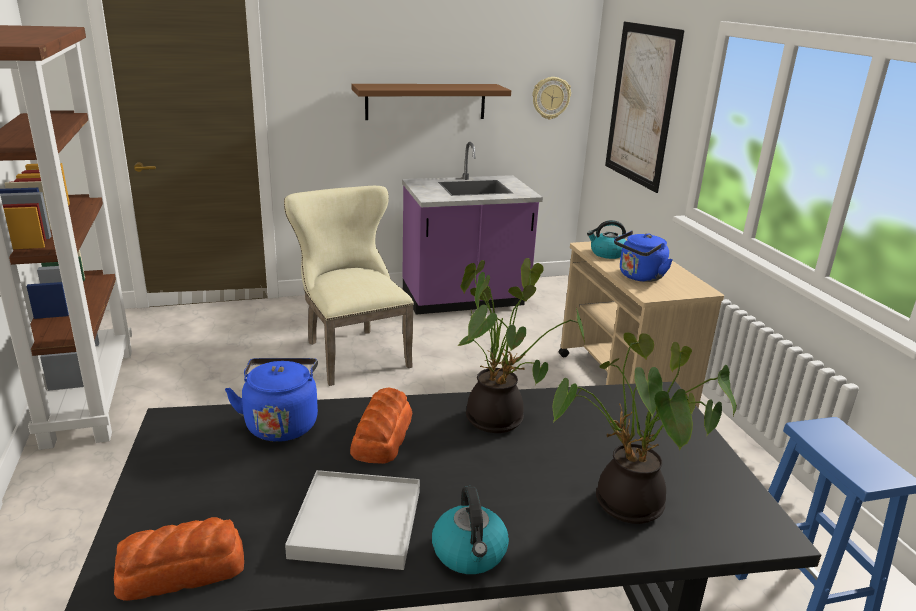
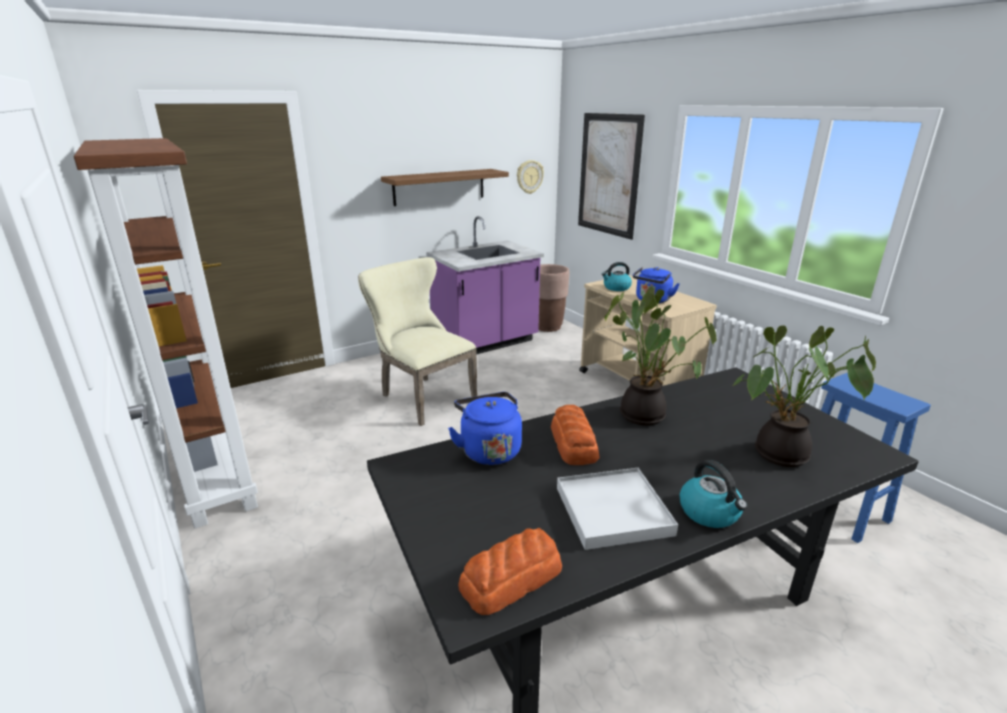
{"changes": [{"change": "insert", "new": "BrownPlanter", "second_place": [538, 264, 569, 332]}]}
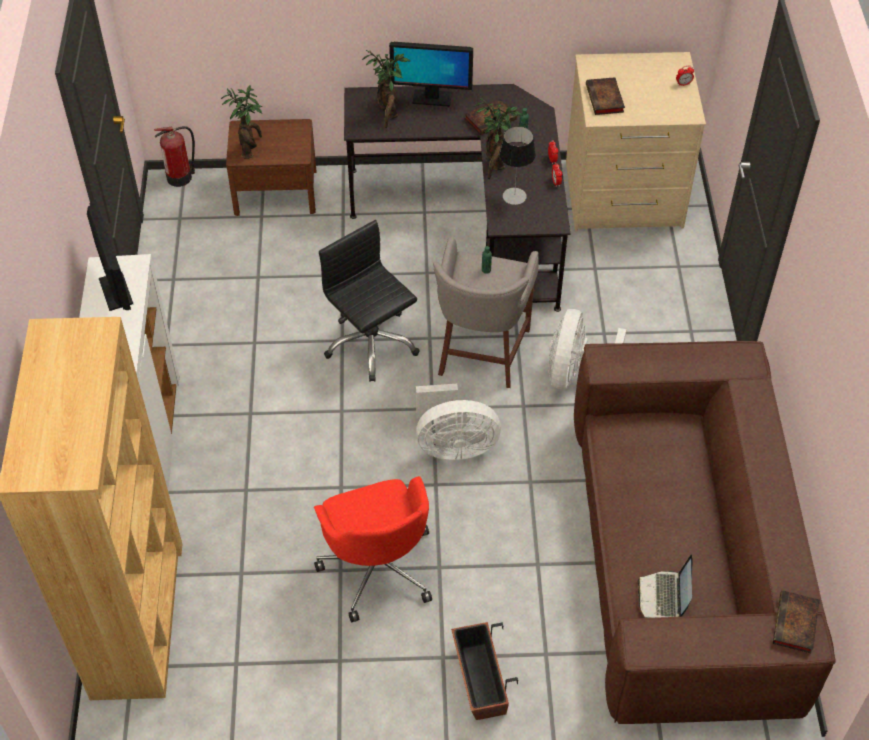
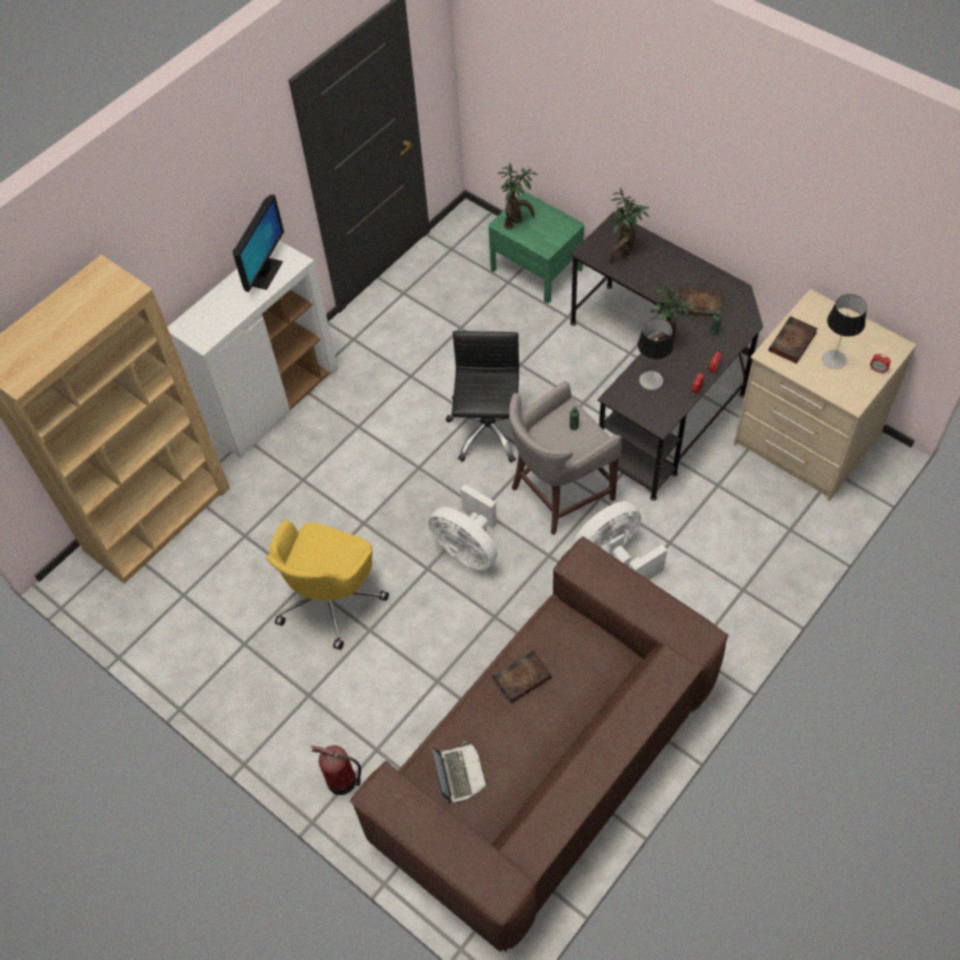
{"changes": [{"change": "delete", "old": "Monitor", "first_place": [389, 42, 473, 107]}, {"change": "delete", "old": "Planter", "first_place": [451, 622, 518, 720]}, {"change": "insert", "new": "TableLamp", "second_place": [822, 294, 867, 369]}, {"change": "move", "old": "FireExtinguisher", "first_place": [154, 126, 195, 187], "second_place": [311, 745, 361, 795]}, {"change": "move", "old": "Book", "first_place": [773, 590, 820, 653], "second_place": [492, 650, 552, 704]}, {"change": "recolor", "old": "BrownNightstand", "new": "GreenNightstand", "first_place": [226, 119, 317, 216], "second_place": [488, 192, 584, 303]}, {"change": "recolor", "old": "RedOfficeChair", "new": "YellowOfficeChair", "first_place": [314, 476, 432, 623], "second_place": [266, 520, 389, 650]}, {"change": "rotate", "old": "Laptop", "first_place": [638, 555, 693, 618], "second_place": [432, 741, 487, 803], "degrees": 120}]}
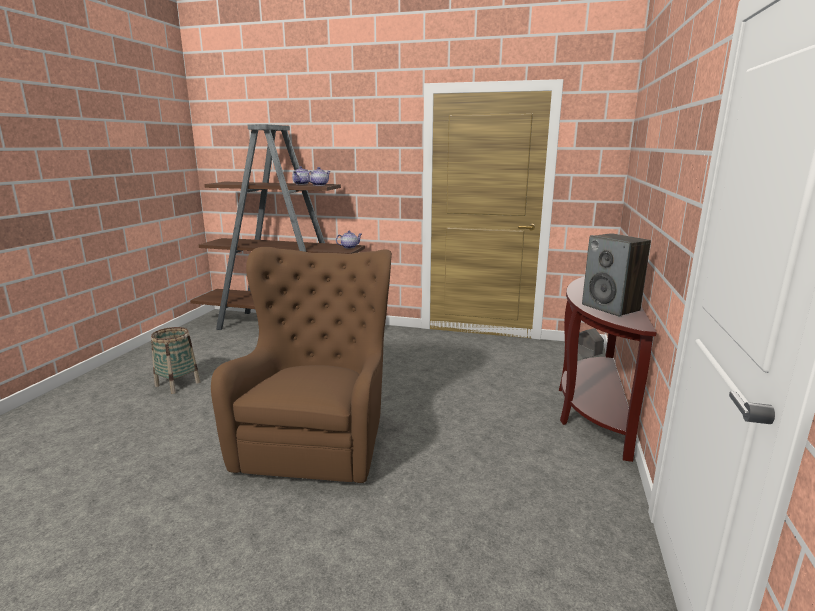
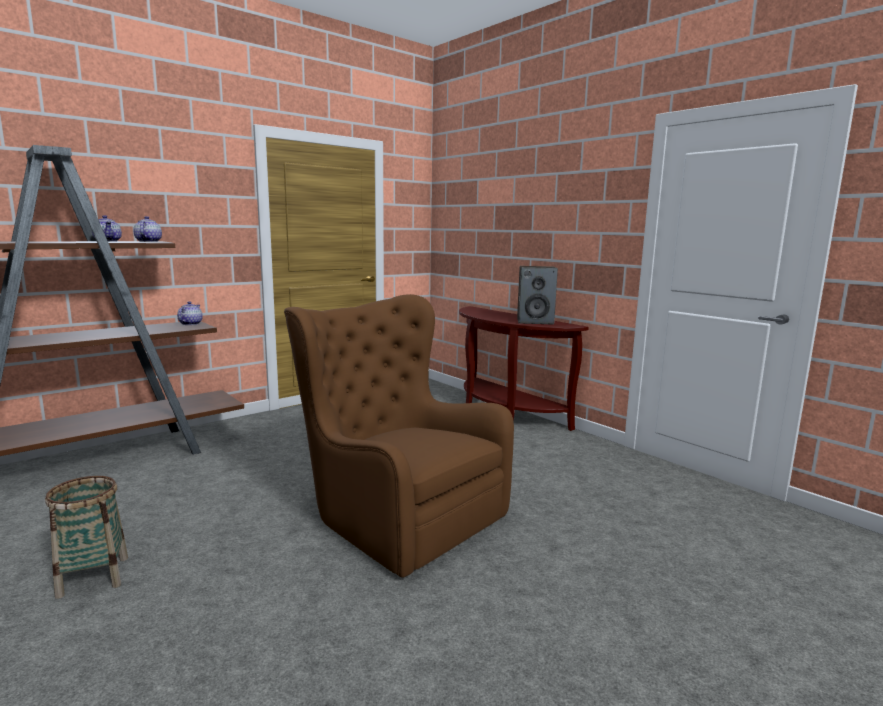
{"changes": [{"change": "delete", "old": "GreyPlanter", "first_place": [578, 328, 604, 359]}]}
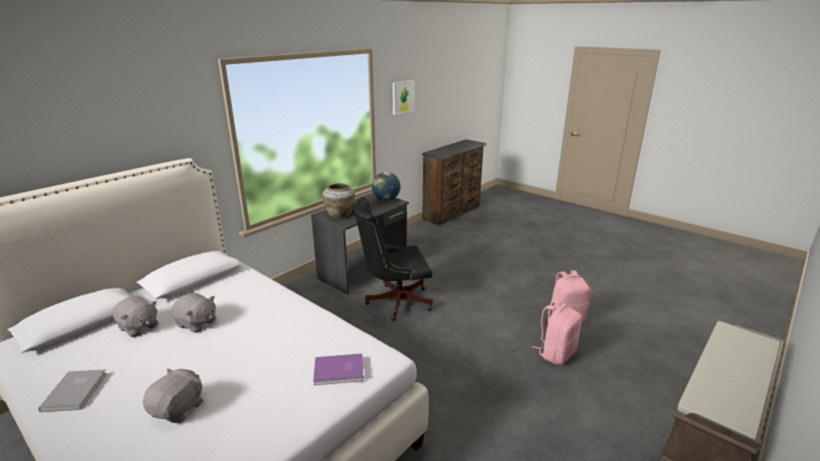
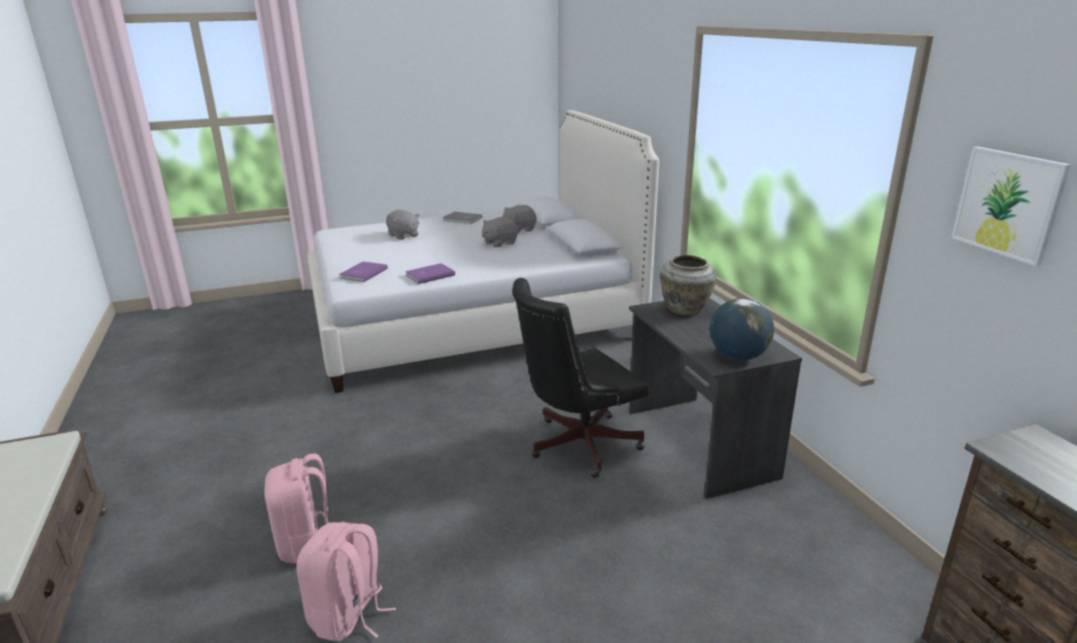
{"changes": [{"change": "insert", "new": "PurpleBook", "second_place": [405, 263, 455, 284]}, {"change": "rotate", "old": "BlackOfficeChair", "first_place": [353, 197, 433, 321], "second_place": [512, 278, 648, 478], "degrees": -135}]}
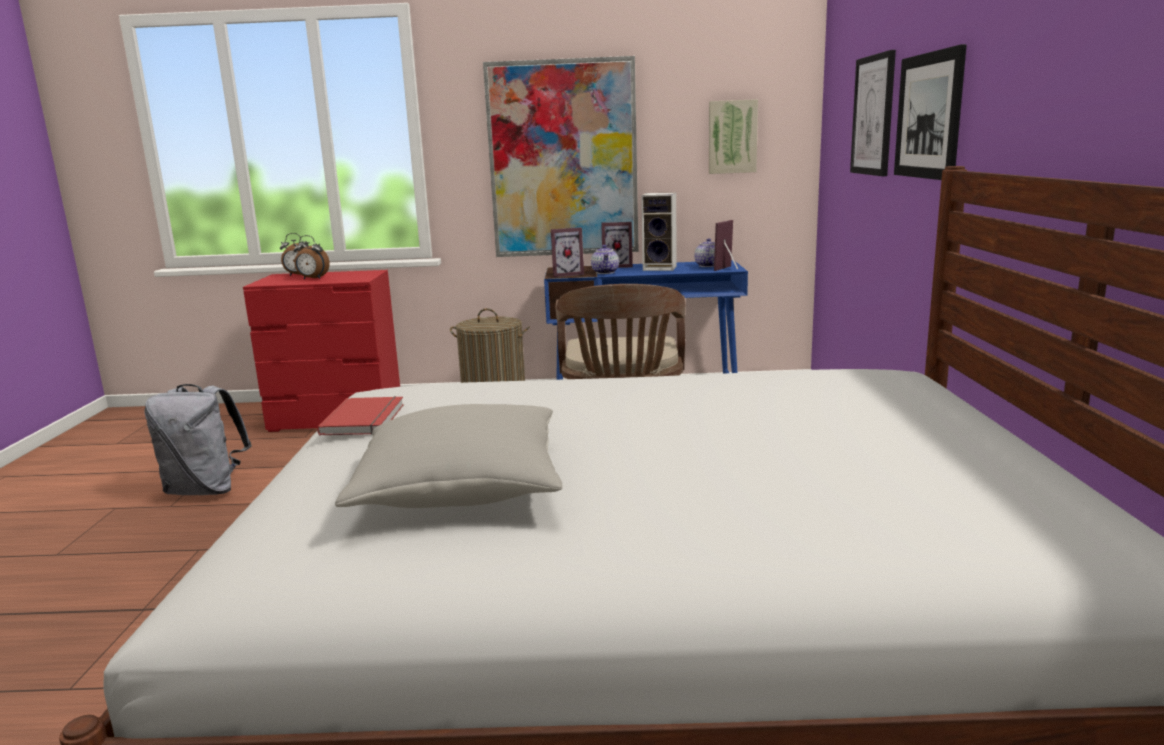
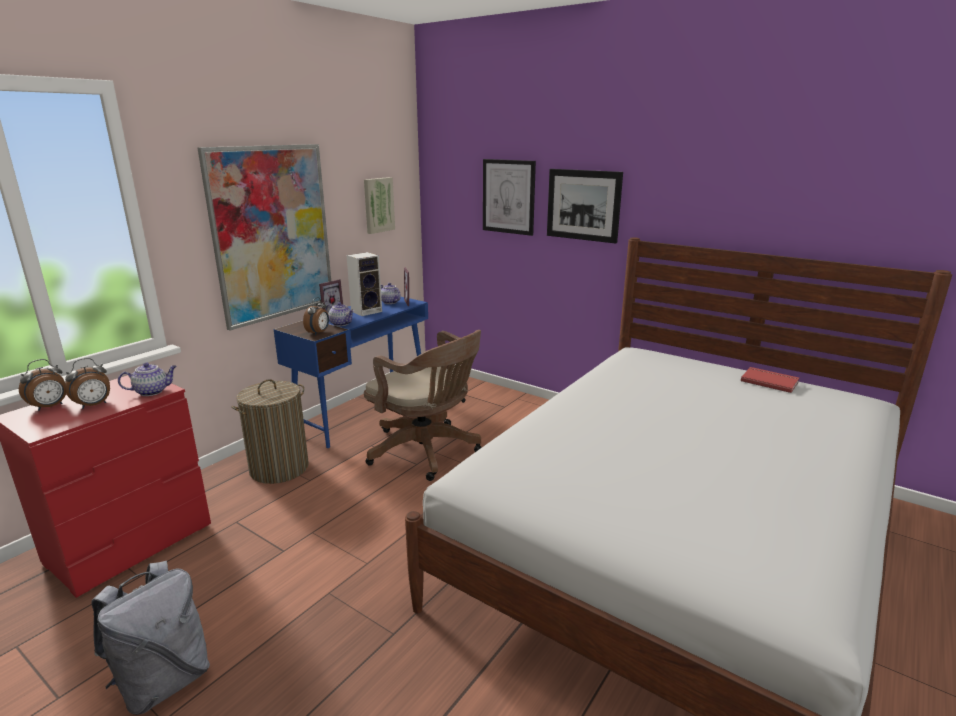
{"changes": [{"change": "delete", "old": "GreyPillow", "first_place": [335, 404, 562, 508]}, {"change": "insert", "new": "Teapot", "second_place": [118, 363, 177, 396]}, {"change": "move", "old": "RedBook", "first_place": [317, 396, 404, 435], "second_place": [741, 367, 799, 393]}, {"change": "replace", "old": "PictureFrame", "new": "AlarmClock", "first_place": [551, 227, 584, 277], "second_place": [303, 297, 329, 335]}]}
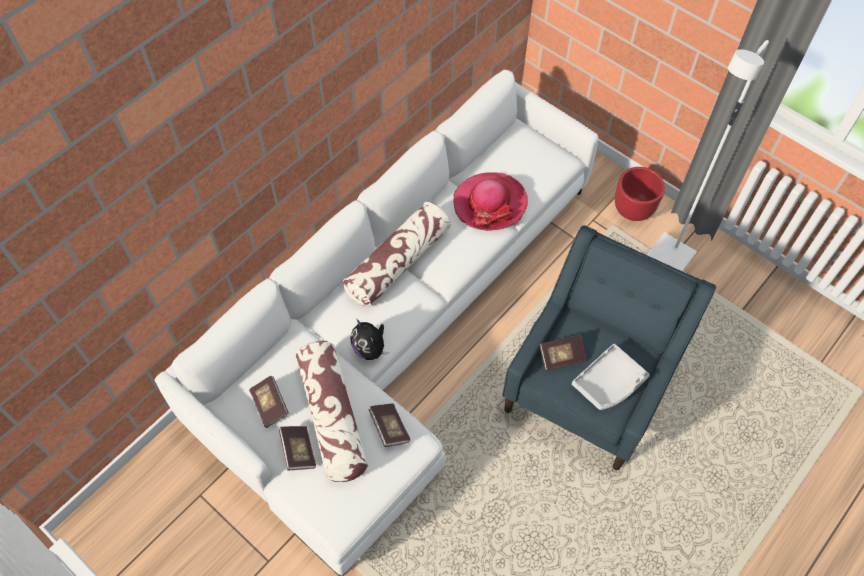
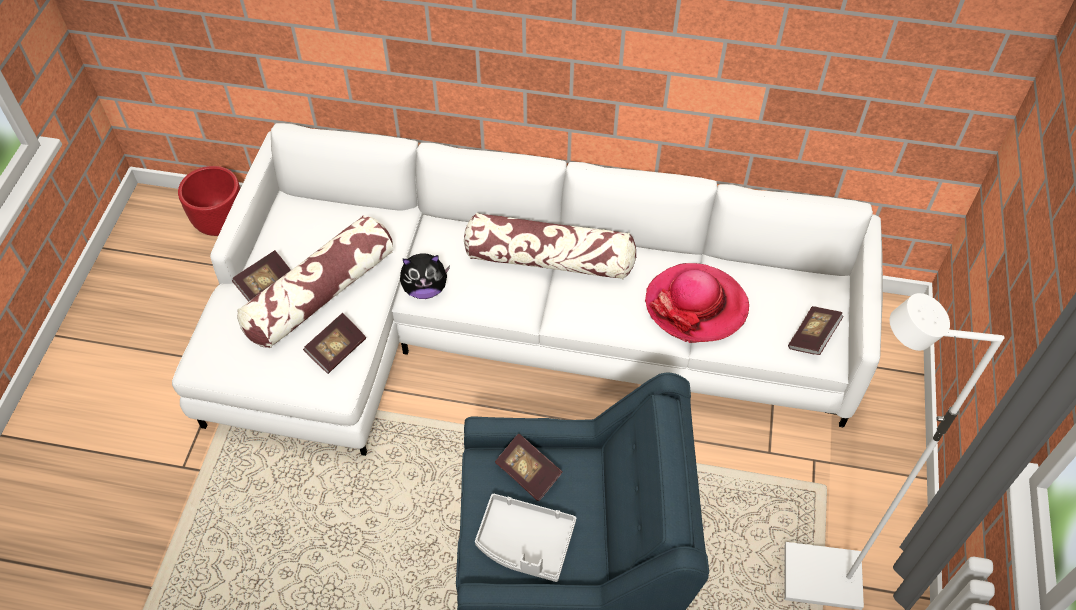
{"changes": [{"change": "move", "old": "Book", "first_place": [249, 376, 289, 428], "second_place": [788, 306, 844, 355]}, {"change": "move", "old": "RedPlanter", "first_place": [615, 167, 665, 221], "second_place": [178, 166, 240, 236]}, {"change": "rotate", "old": "PlushToy", "first_place": [350, 319, 389, 360], "second_place": [400, 254, 450, 299], "degrees": -120}]}
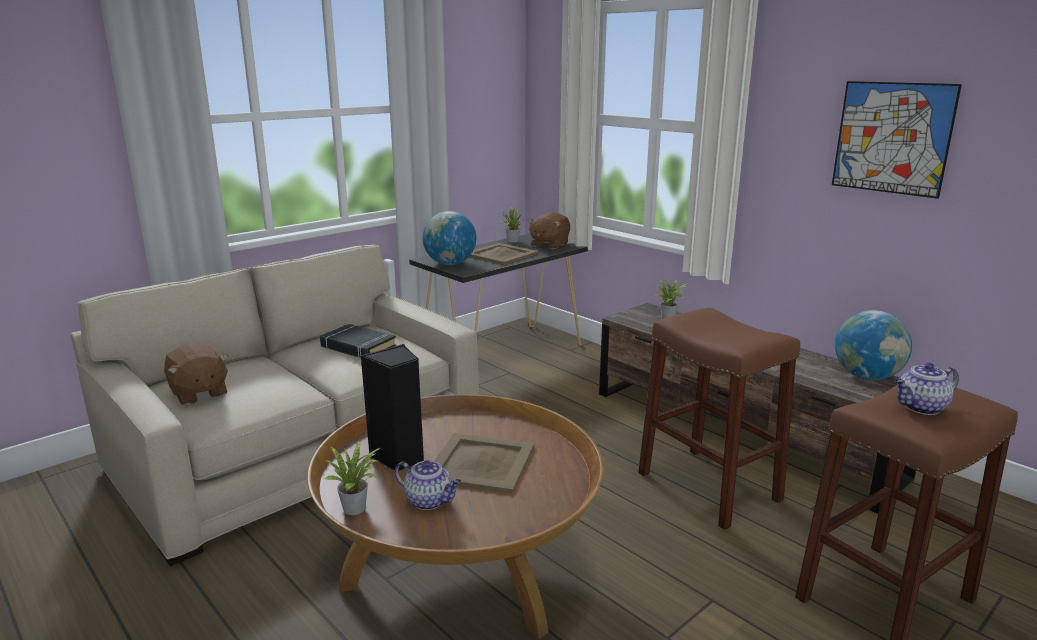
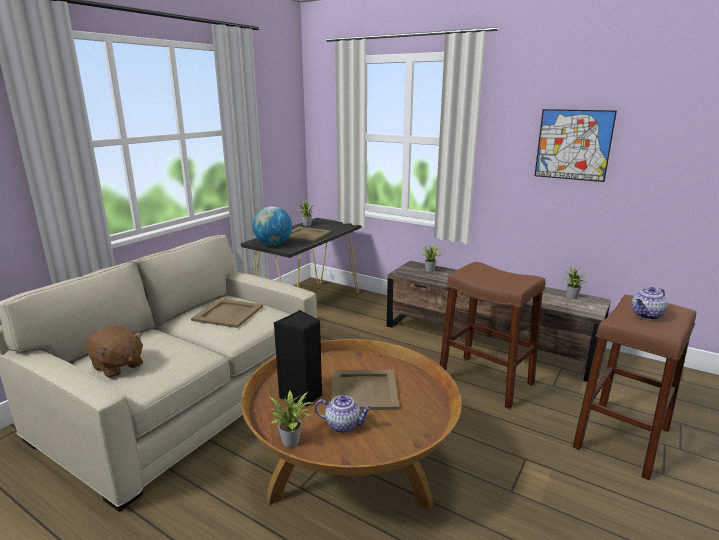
{"changes": [{"change": "delete", "old": "BrownPlushToy", "first_place": [528, 212, 570, 249]}, {"change": "replace", "old": "BlackBook", "new": "BeigeTray", "first_place": [320, 324, 396, 359], "second_place": [191, 299, 263, 328]}, {"change": "replace", "old": "Globe", "new": "PottedPlant", "first_place": [835, 310, 912, 380], "second_place": [561, 265, 591, 299]}]}
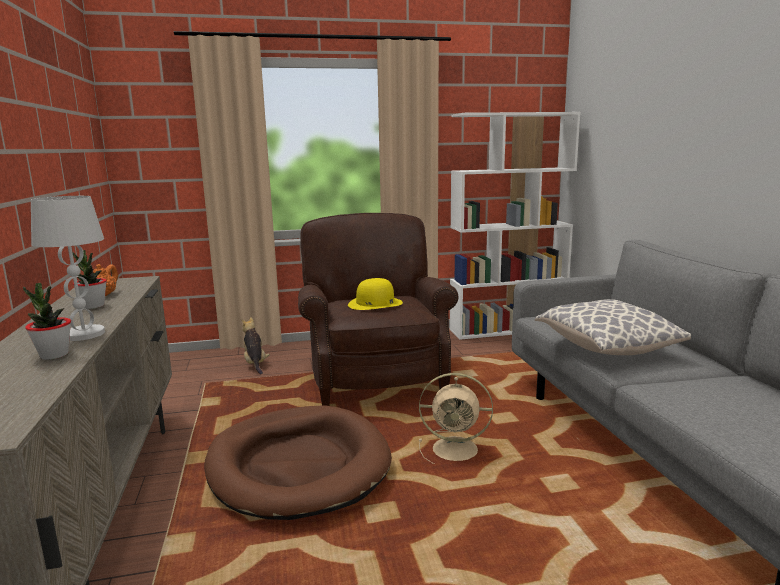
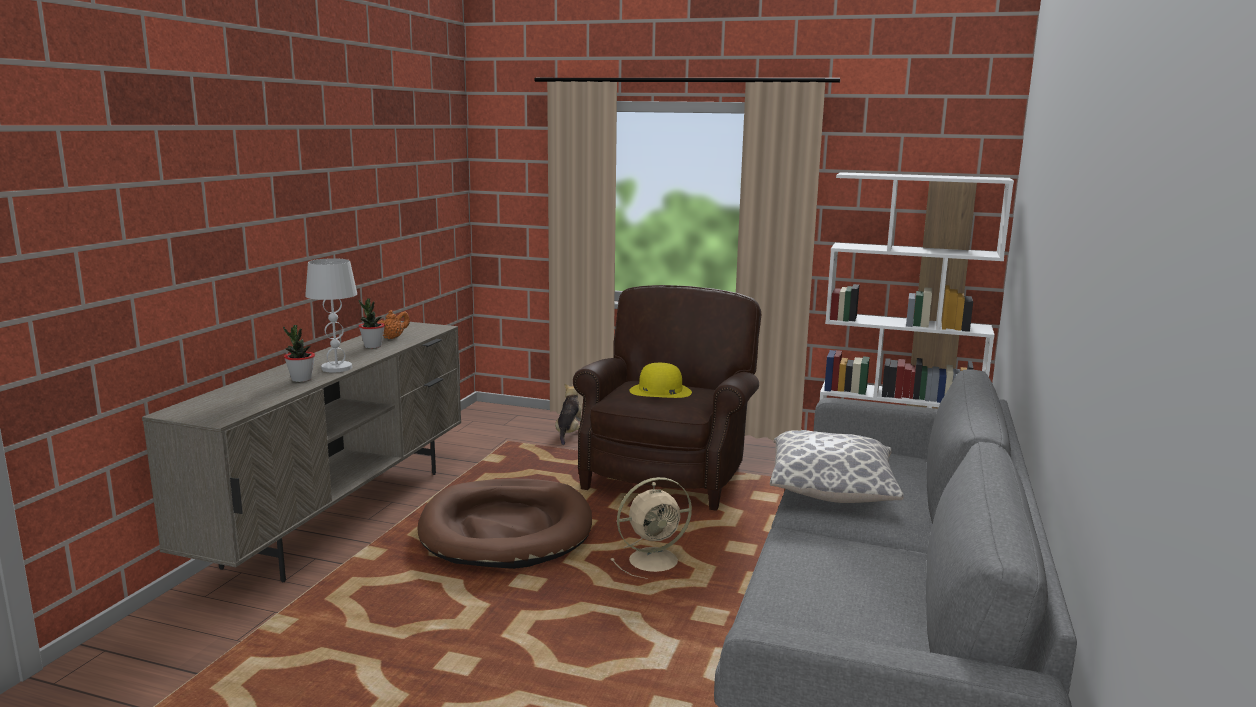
{"changes": [{"change": "rotate", "old": "BeigeFan", "first_place": [419, 373, 493, 464], "second_place": [610, 477, 692, 578], "degrees": -60}]}
